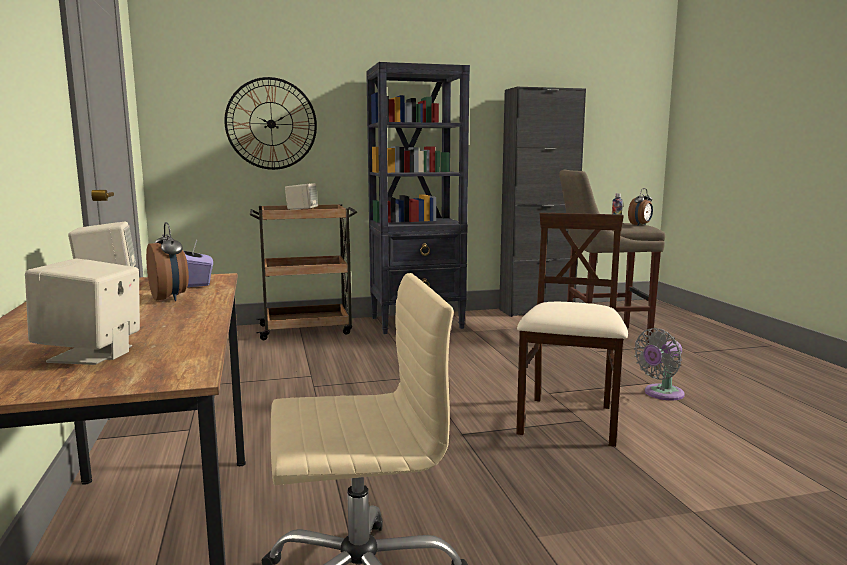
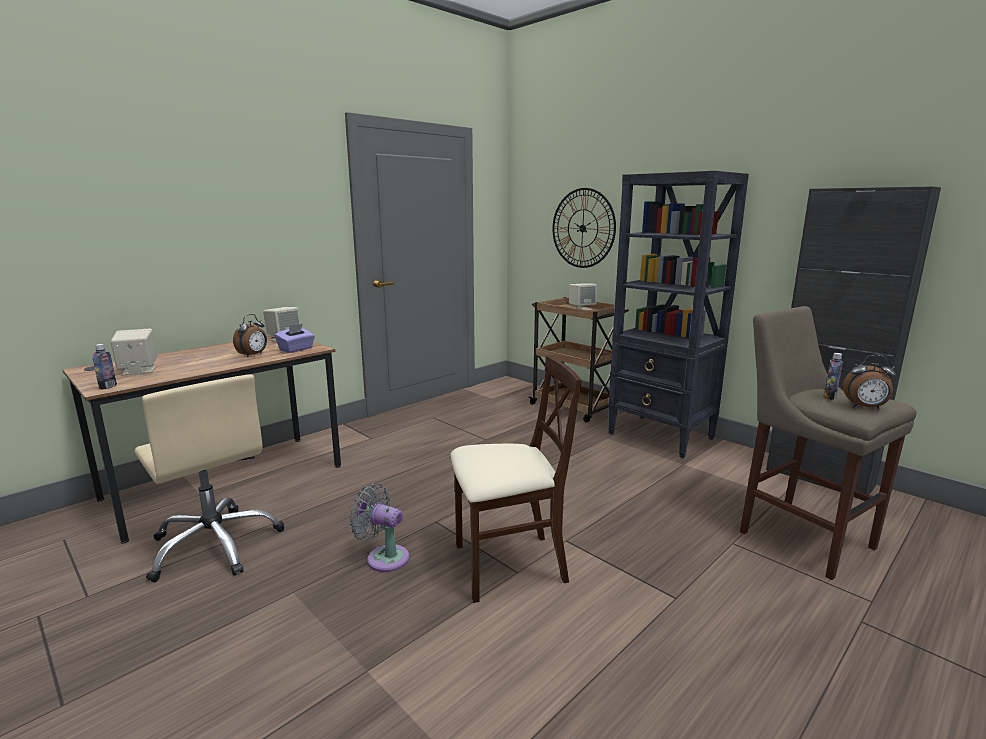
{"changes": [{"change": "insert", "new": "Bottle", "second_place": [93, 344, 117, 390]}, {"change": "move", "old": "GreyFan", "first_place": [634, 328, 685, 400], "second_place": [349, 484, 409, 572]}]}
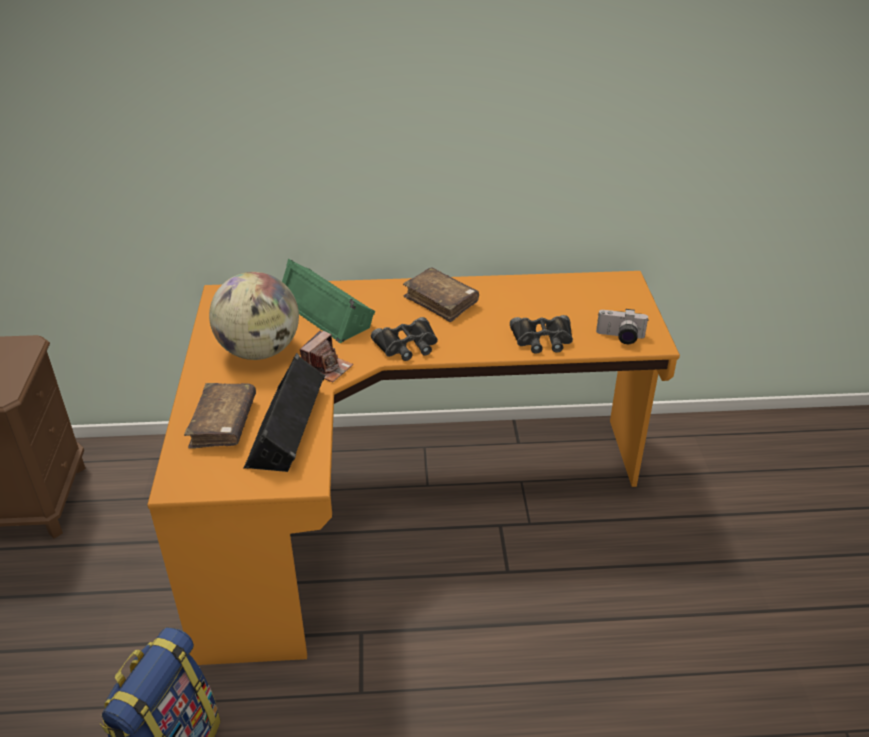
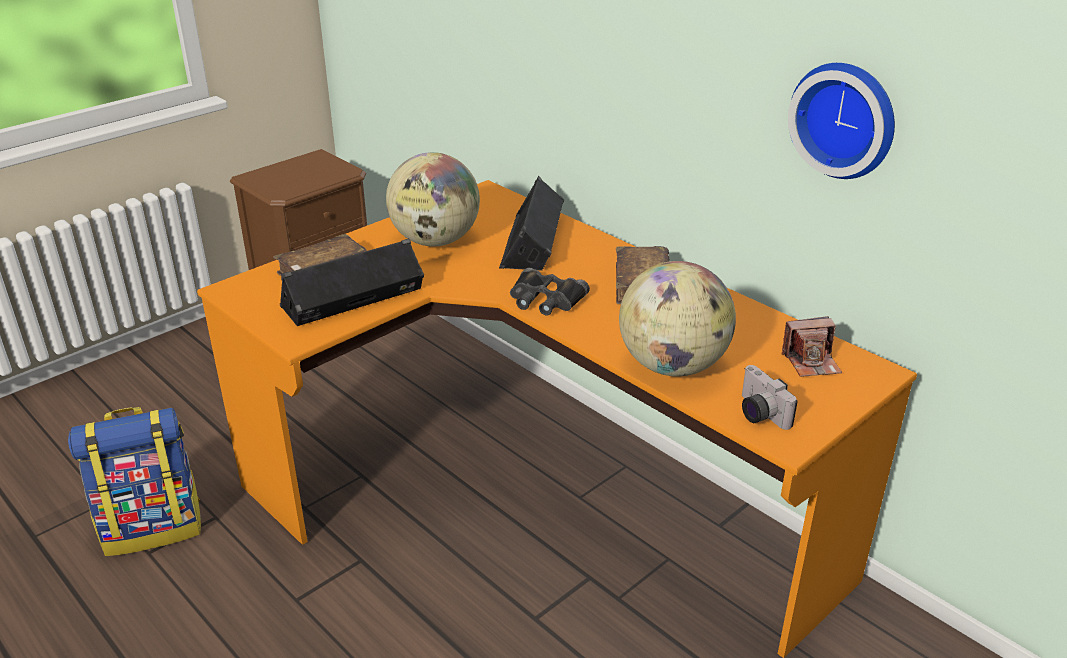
{"changes": [{"change": "insert", "new": "WallClock", "second_place": [788, 63, 895, 179]}, {"change": "move", "old": "PhotoCamera", "first_place": [300, 330, 353, 382], "second_place": [782, 316, 842, 377]}, {"change": "replace", "old": "BlackBinoculars", "new": "Globe", "first_place": [510, 315, 573, 354], "second_place": [619, 261, 736, 377]}, {"change": "recolor", "old": "GreenSpeaker", "new": "BlackSpeaker", "first_place": [282, 259, 375, 343], "second_place": [499, 176, 564, 271]}]}
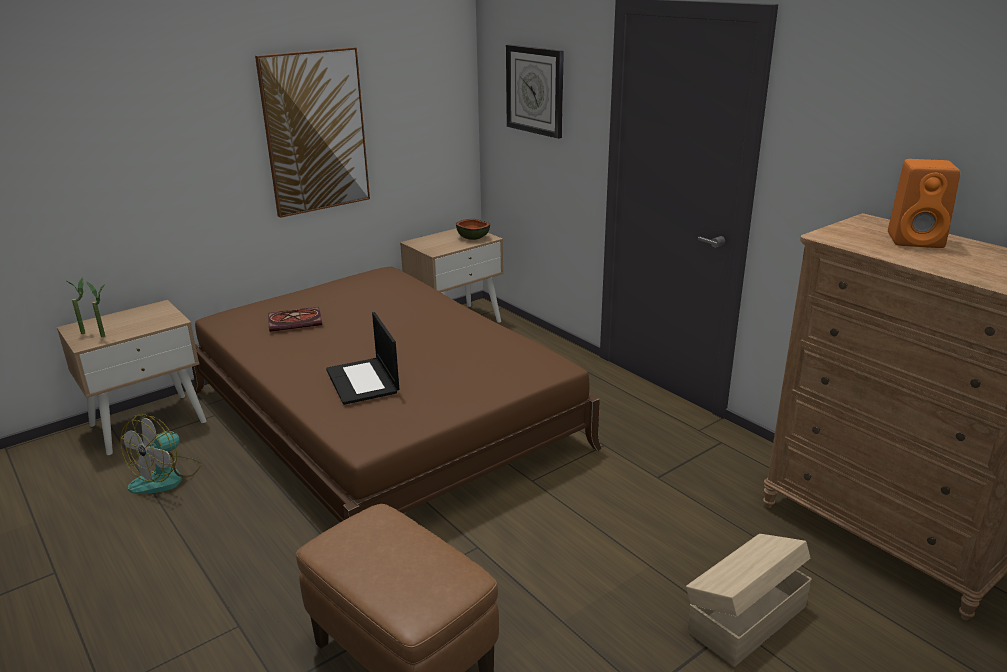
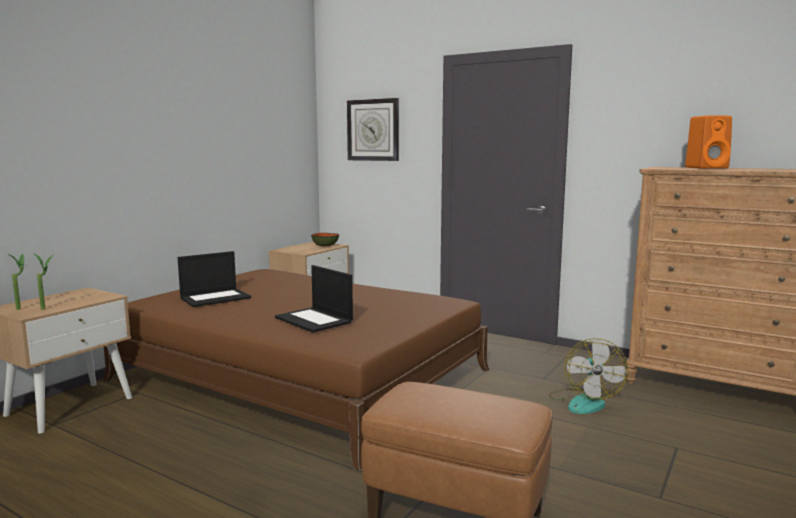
{"changes": [{"change": "delete", "old": "Picture", "first_place": [255, 47, 370, 218]}, {"change": "delete", "old": "BeigeStorageBox", "first_place": [686, 534, 812, 667]}, {"change": "move", "old": "Fan", "first_place": [120, 414, 201, 494], "second_place": [549, 338, 628, 414]}, {"change": "replace", "old": "Book", "new": "Laptop", "first_place": [268, 307, 322, 332], "second_place": [178, 251, 251, 307]}]}
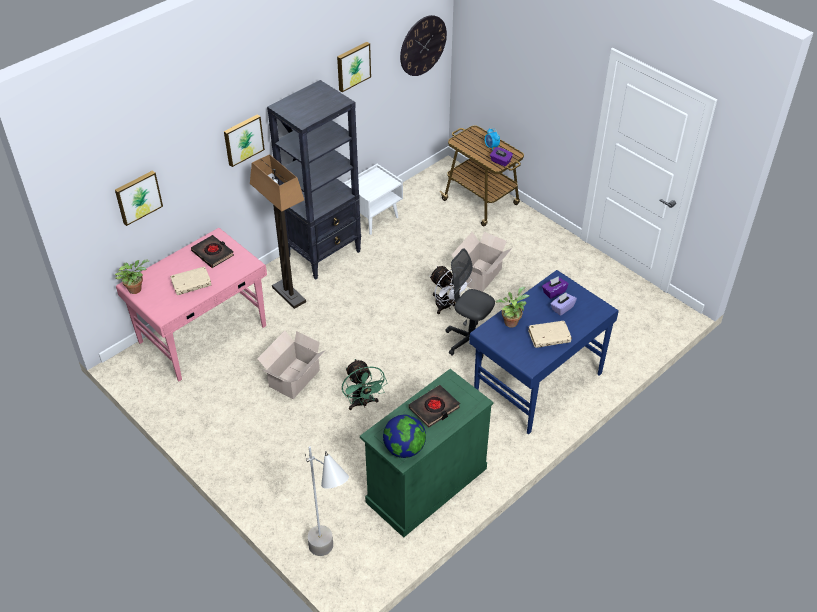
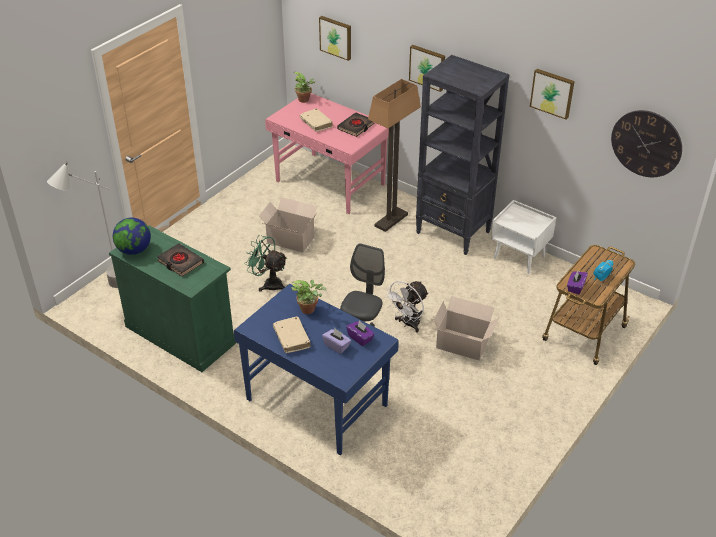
{"changes": [{"change": "rotate", "old": "GreenFan", "first_place": [342, 359, 387, 410], "second_place": [244, 235, 287, 292], "degrees": 60}]}
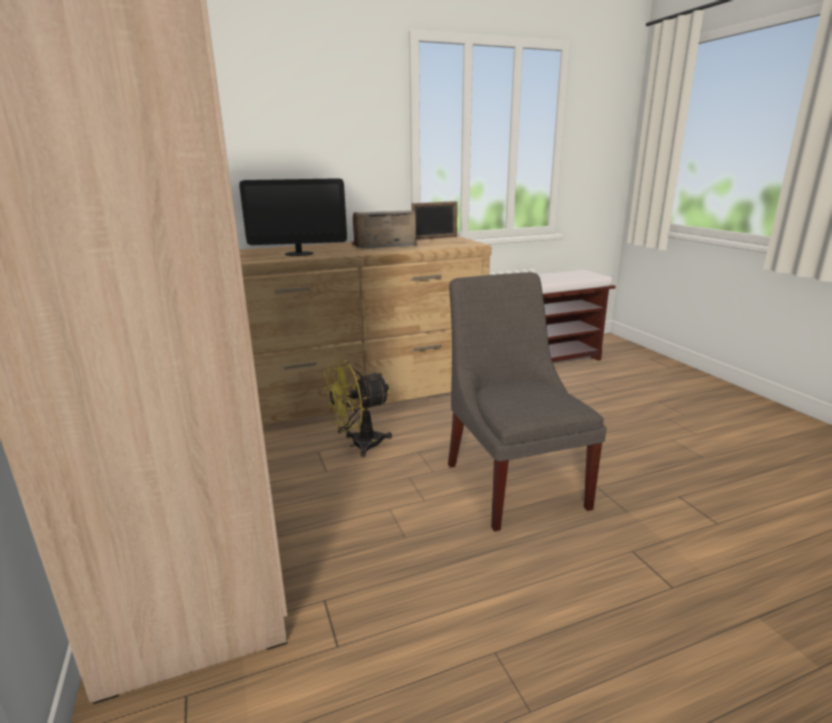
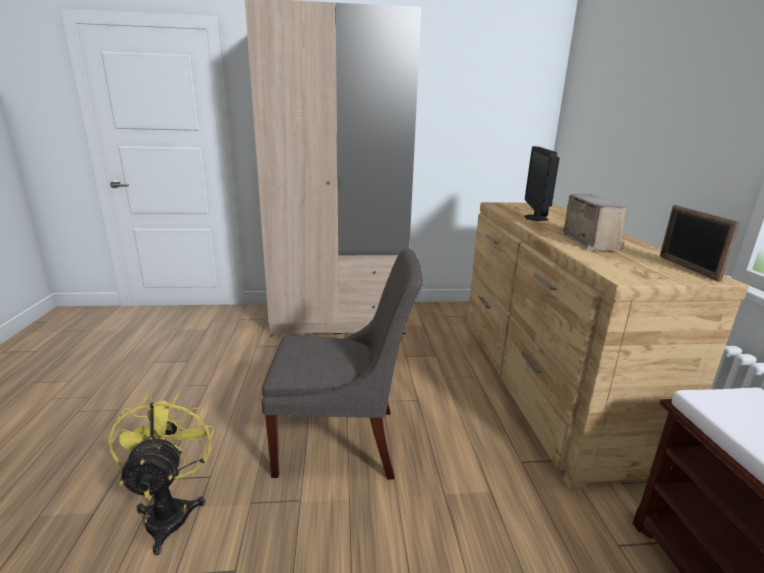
{"changes": [{"change": "move", "old": "YellowFan", "first_place": [324, 360, 392, 457], "second_place": [109, 393, 214, 555]}]}
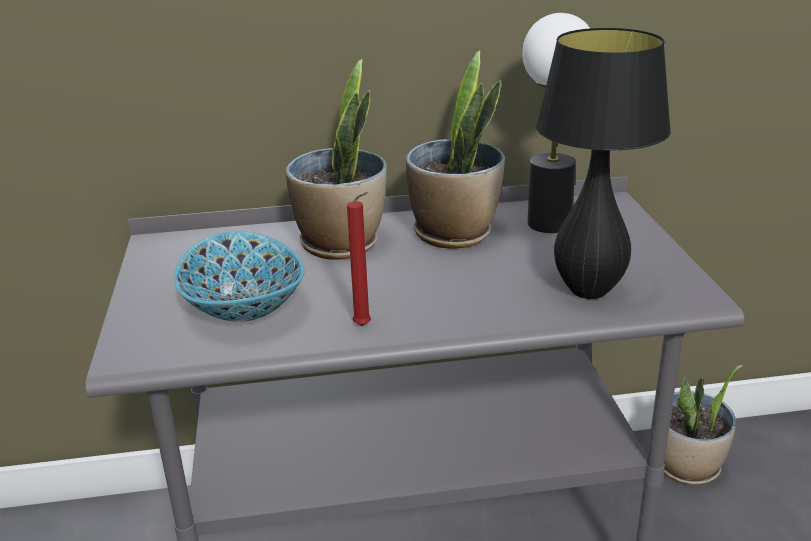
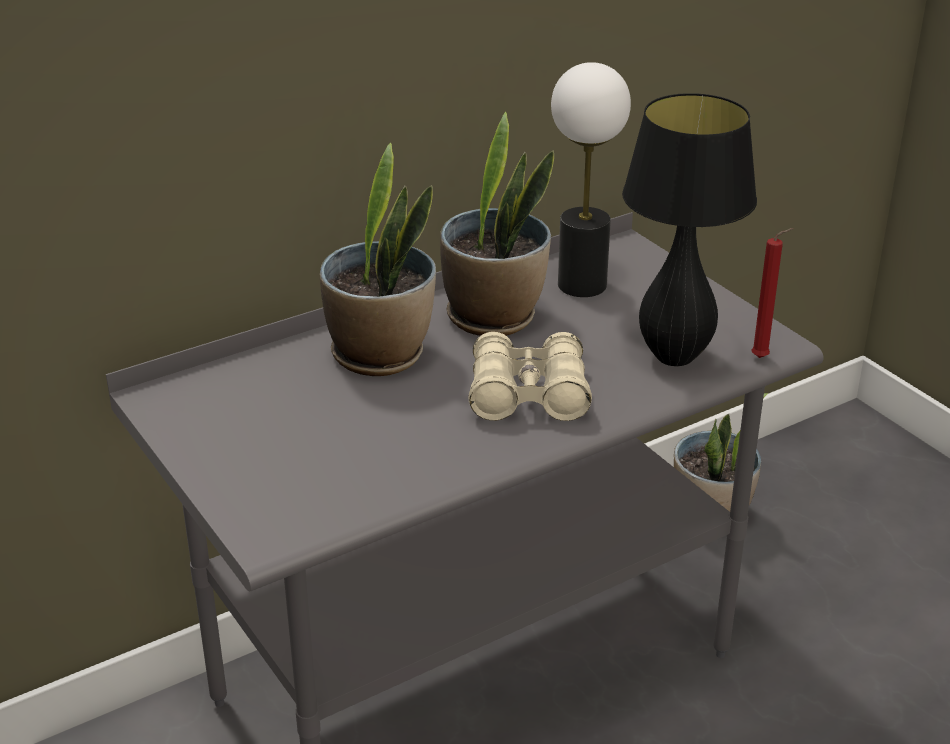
{"changes": [{"change": "delete", "old": "Bowl", "first_place": [174, 231, 305, 322]}, {"change": "insert", "new": "BeigeBinoculars", "second_place": [468, 332, 592, 421]}, {"change": "move", "old": "RedCandle", "first_place": [347, 192, 371, 326], "second_place": [751, 228, 793, 358]}]}
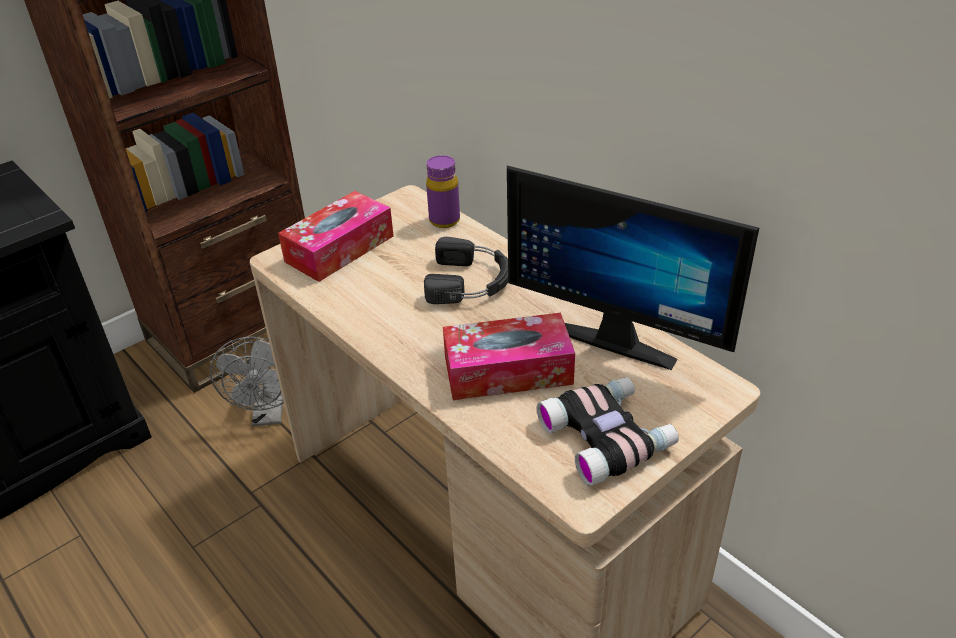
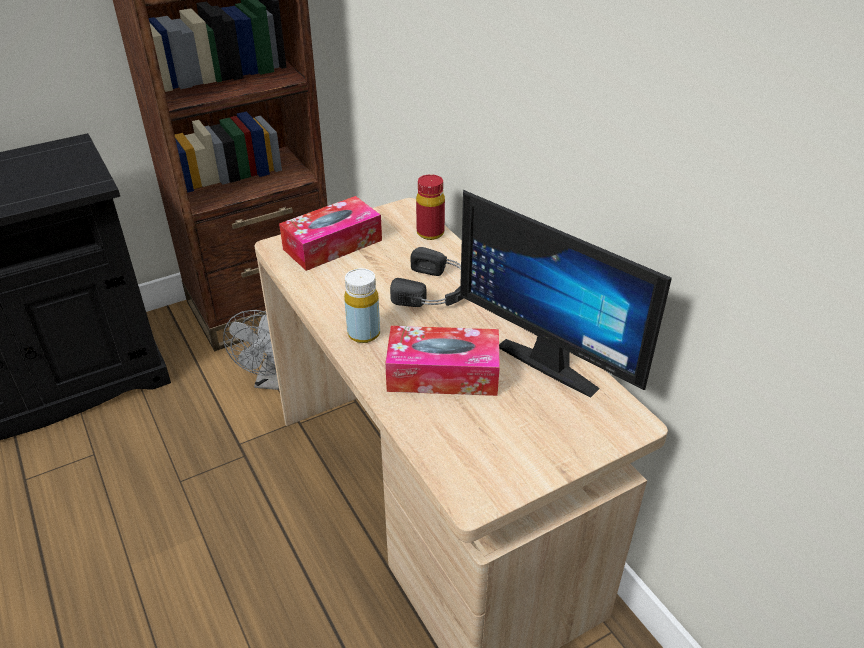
{"changes": [{"change": "delete", "old": "Binoculars", "first_place": [536, 377, 679, 486]}, {"change": "insert", "new": "YellowBottle", "second_place": [344, 268, 380, 343]}, {"change": "recolor", "old": "PurpleBottle", "new": "RedBottle", "first_place": [426, 155, 460, 228], "second_place": [416, 174, 445, 240]}]}
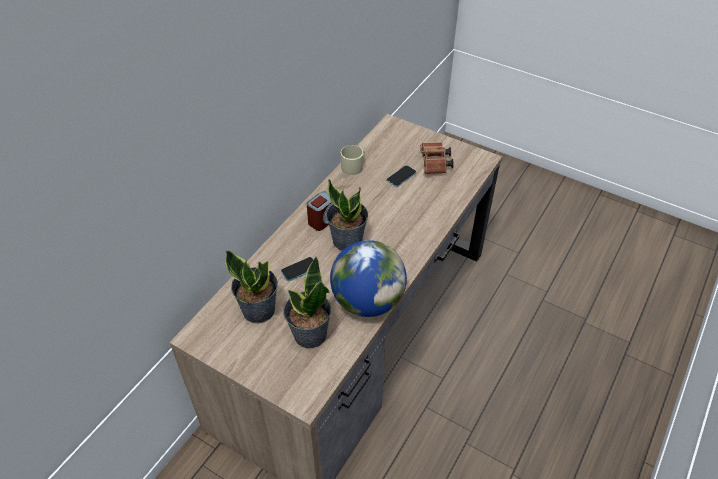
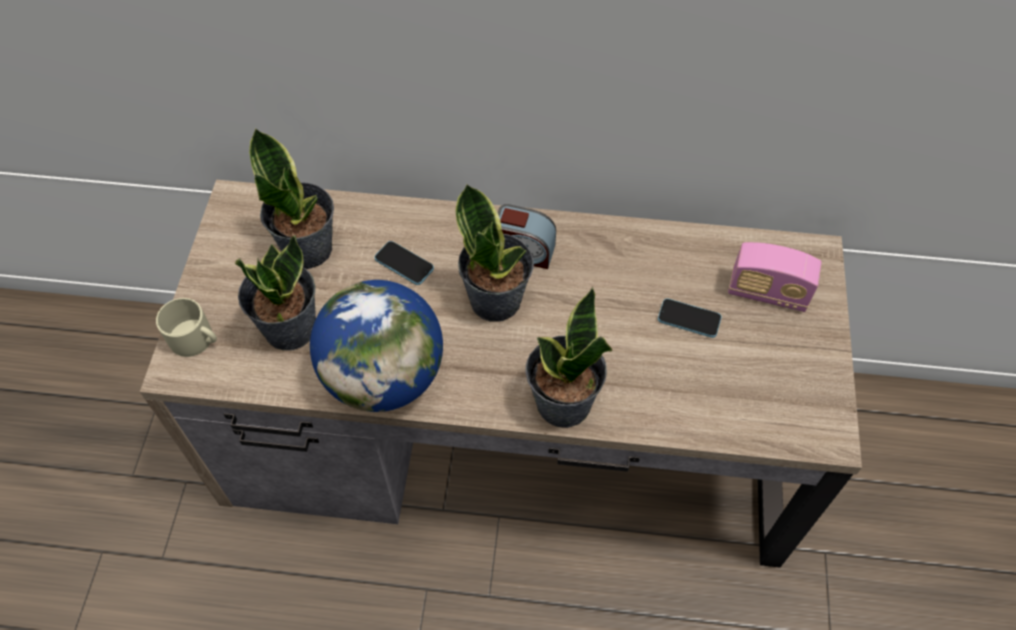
{"changes": [{"change": "delete", "old": "BrownBinoculars", "first_place": [420, 143, 454, 174]}, {"change": "insert", "new": "PottedPlant", "second_place": [525, 287, 612, 428]}, {"change": "insert", "new": "Radio", "second_place": [728, 242, 822, 312]}, {"change": "move", "old": "BeigeMug", "first_place": [341, 145, 365, 175], "second_place": [156, 298, 217, 357]}]}
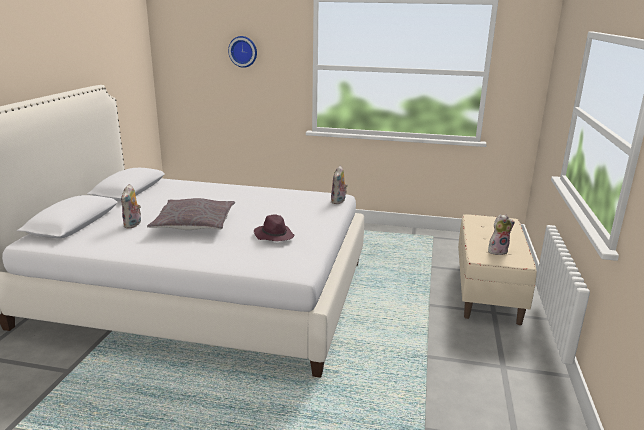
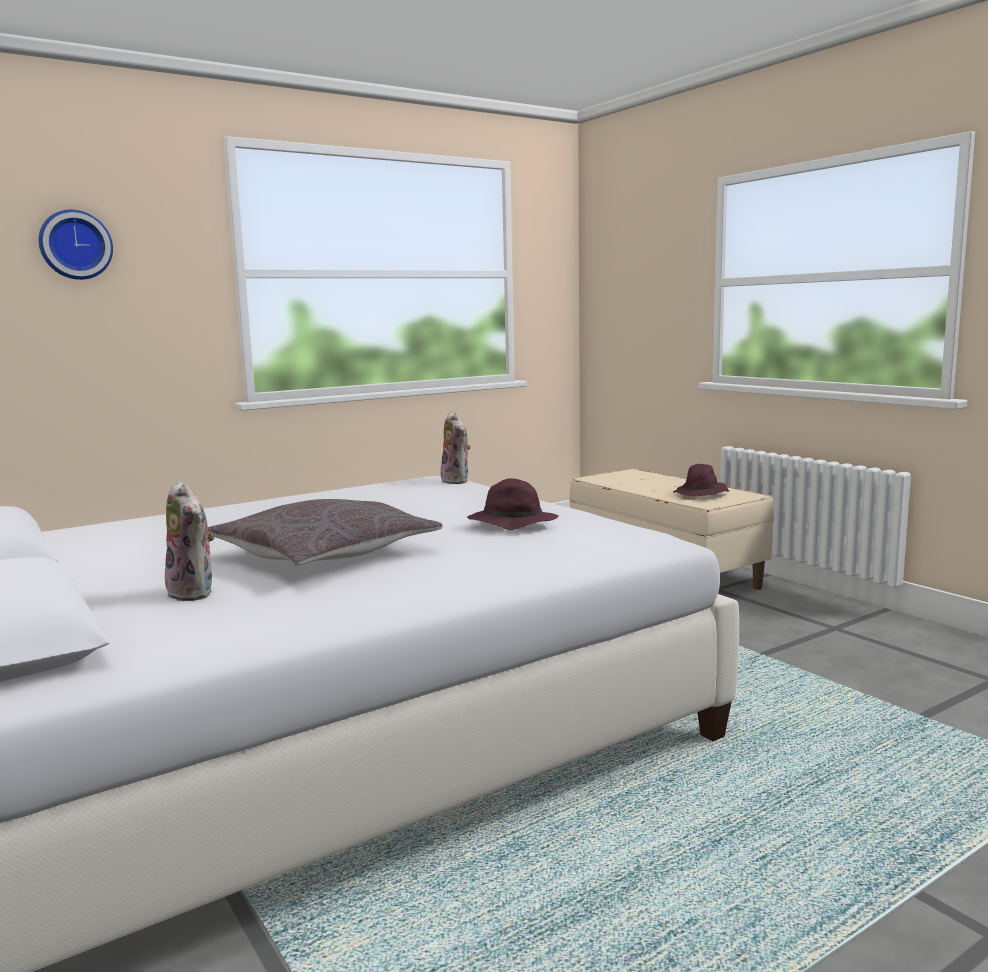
{"changes": [{"change": "replace", "old": "PlushToy", "new": "PurpleHat", "first_place": [488, 214, 515, 255], "second_place": [673, 464, 729, 496]}]}
